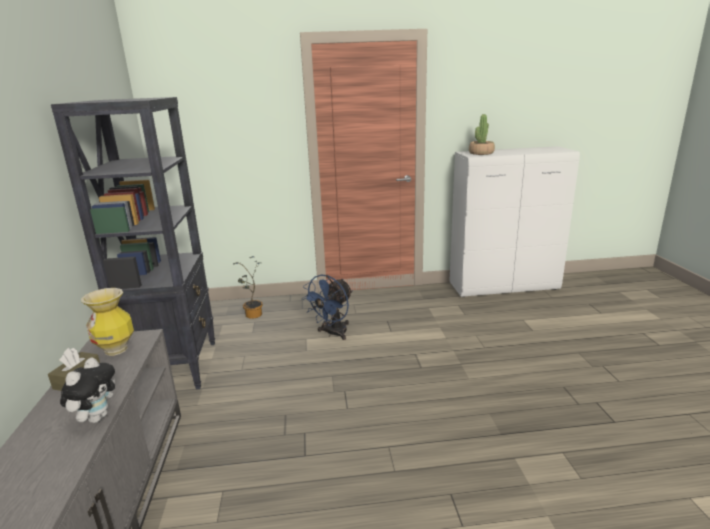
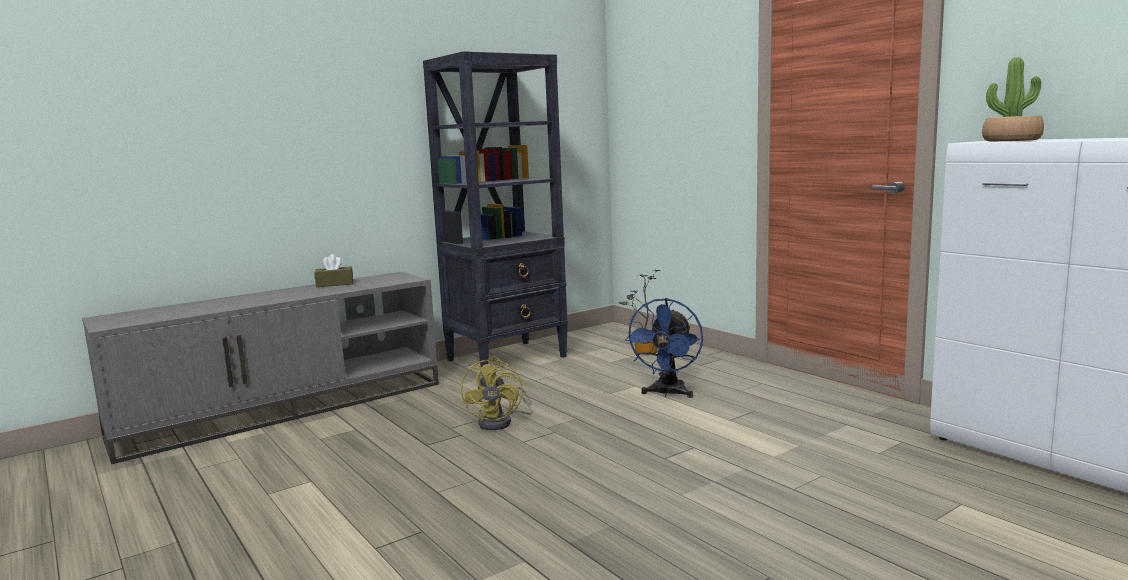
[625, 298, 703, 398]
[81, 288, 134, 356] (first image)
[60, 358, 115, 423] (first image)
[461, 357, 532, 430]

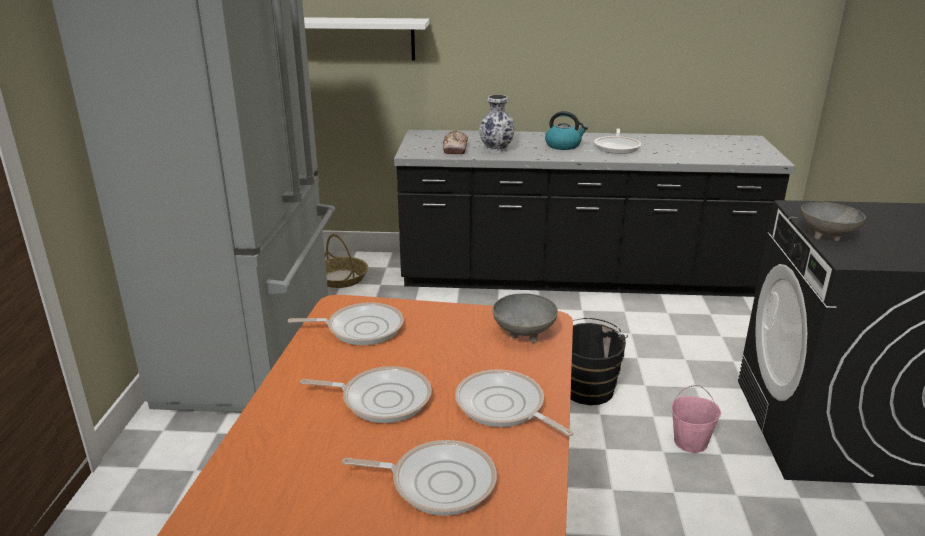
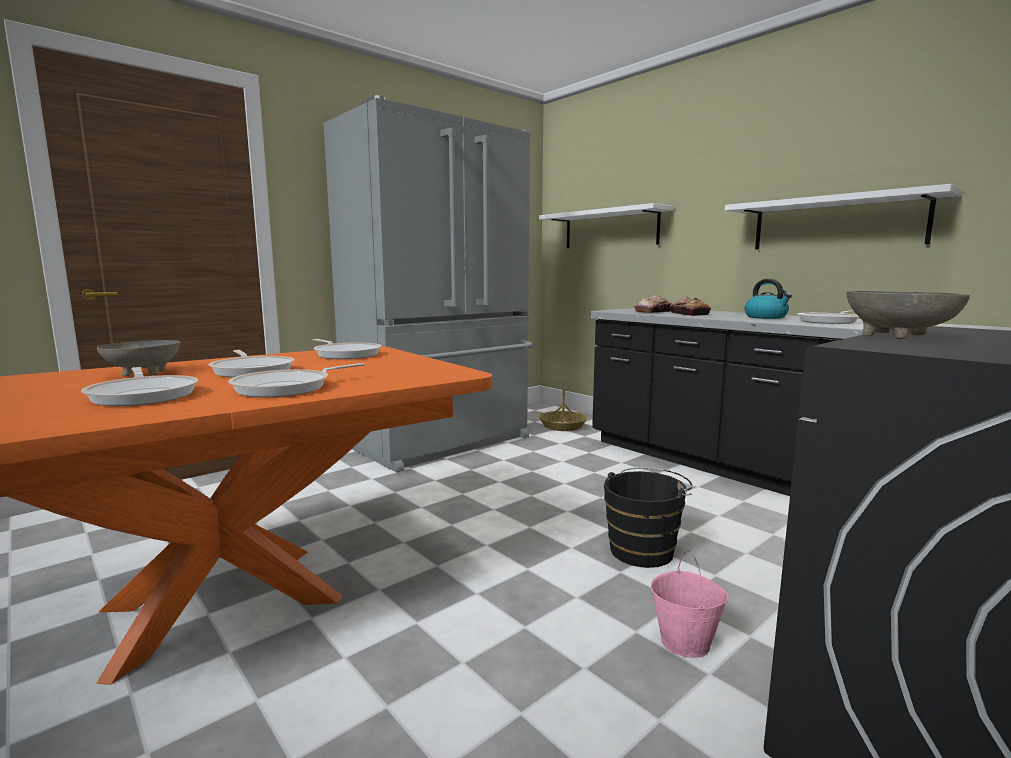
[669, 296, 711, 316]
[97, 340, 180, 376]
[228, 363, 365, 397]
[725, 184, 962, 249]

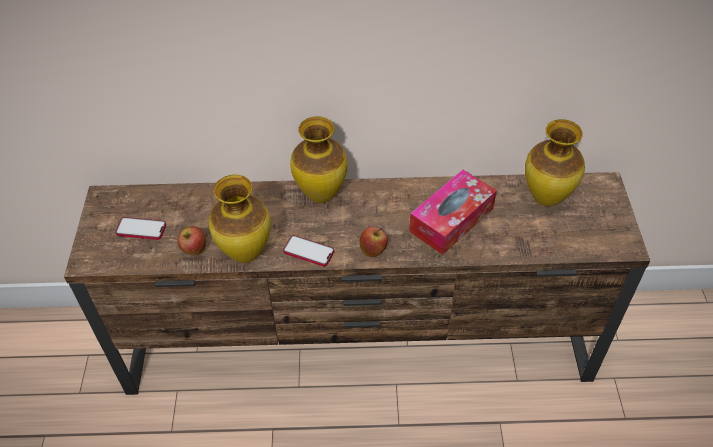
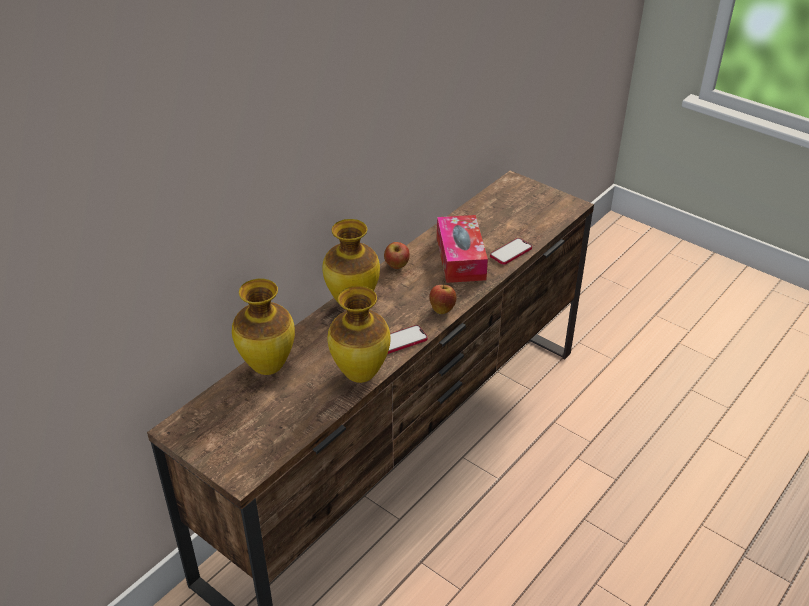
[232, 278, 295, 375]
[490, 238, 532, 265]
[384, 242, 410, 269]

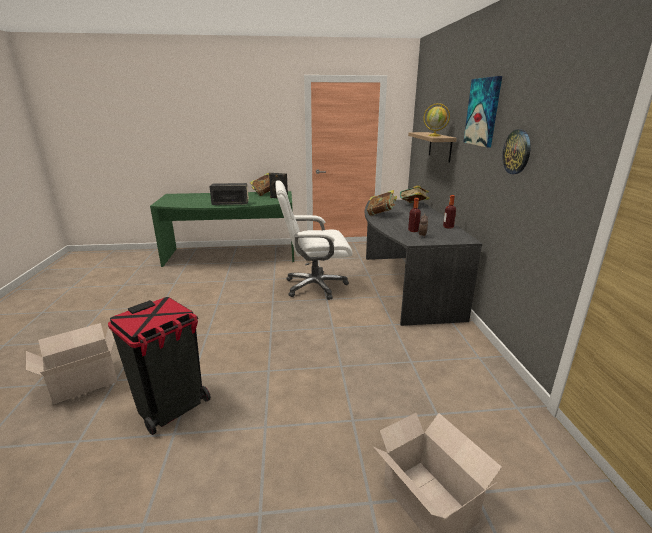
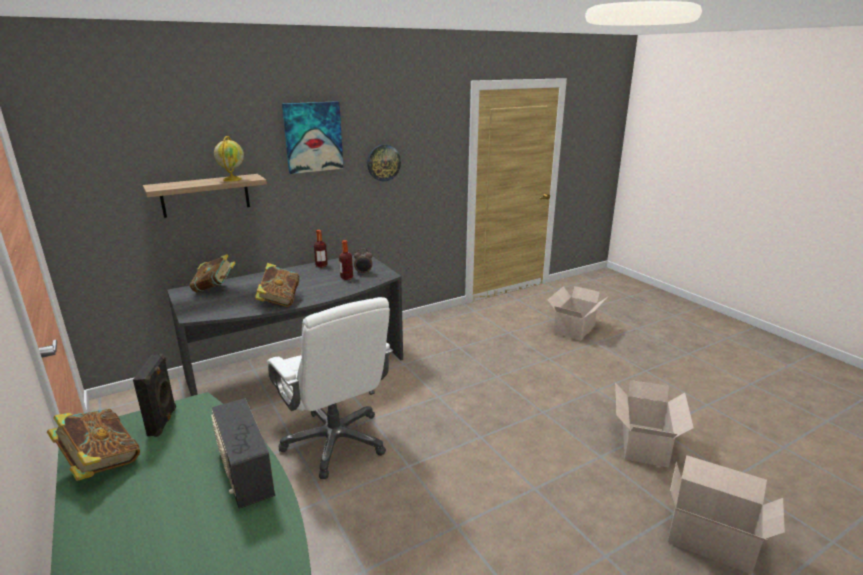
[615, 380, 694, 467]

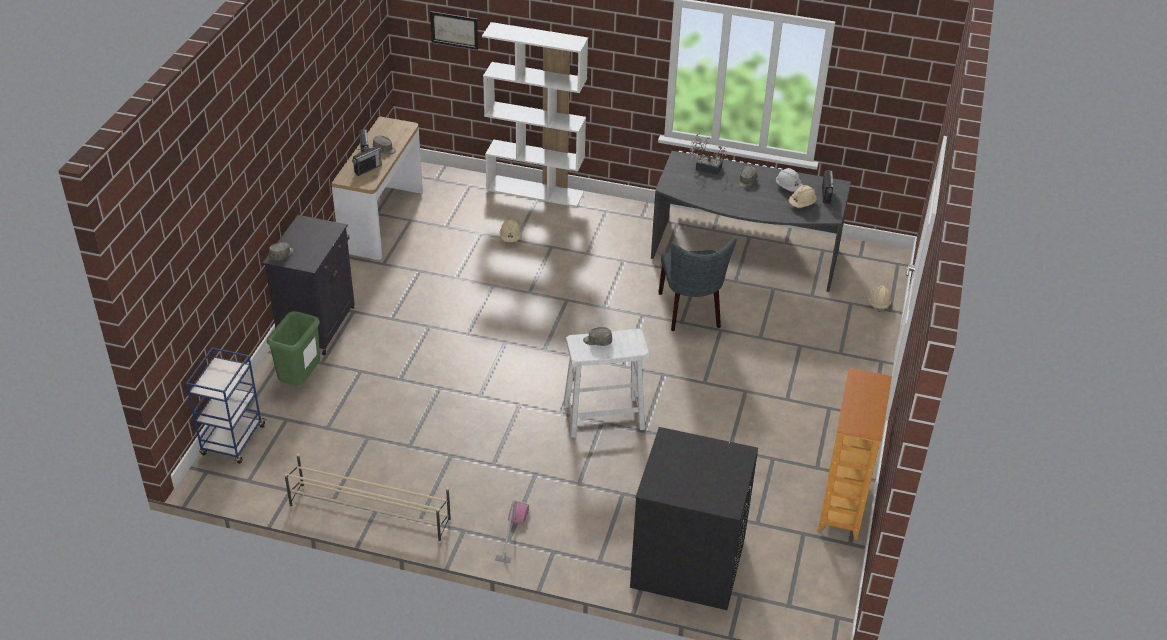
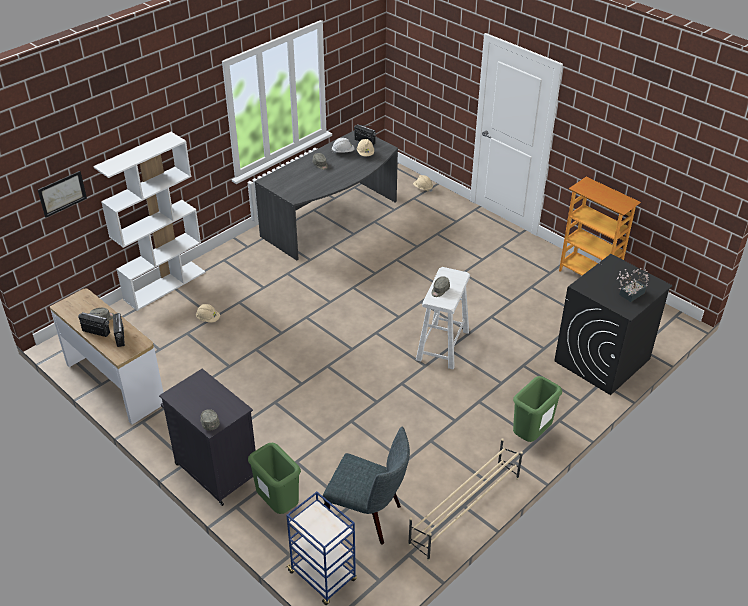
[617, 268, 649, 302]
[323, 427, 410, 544]
[513, 376, 562, 442]

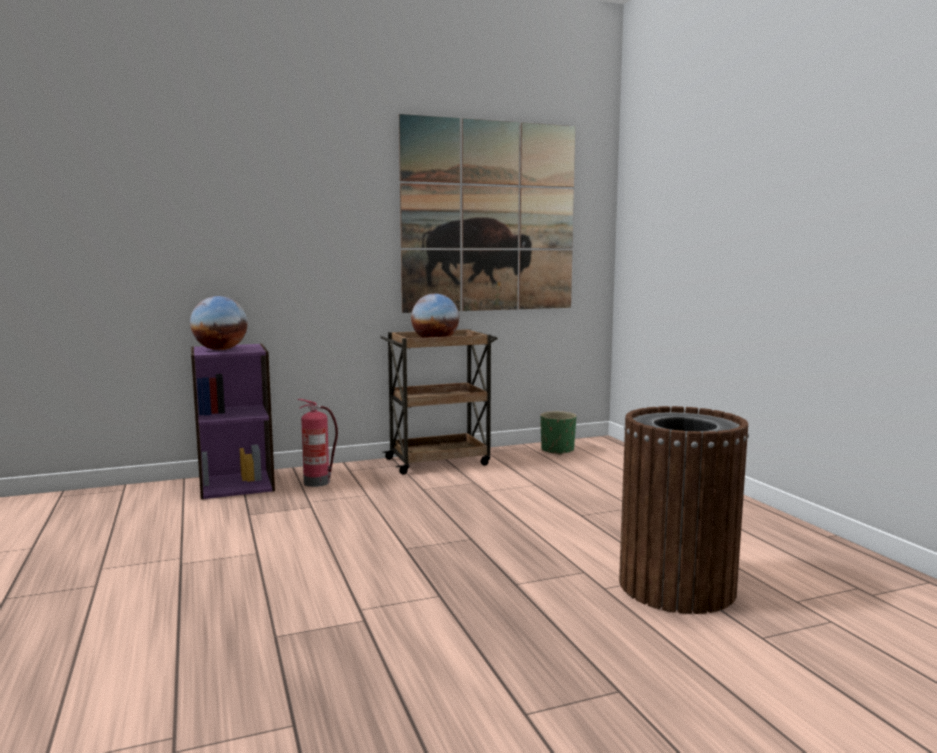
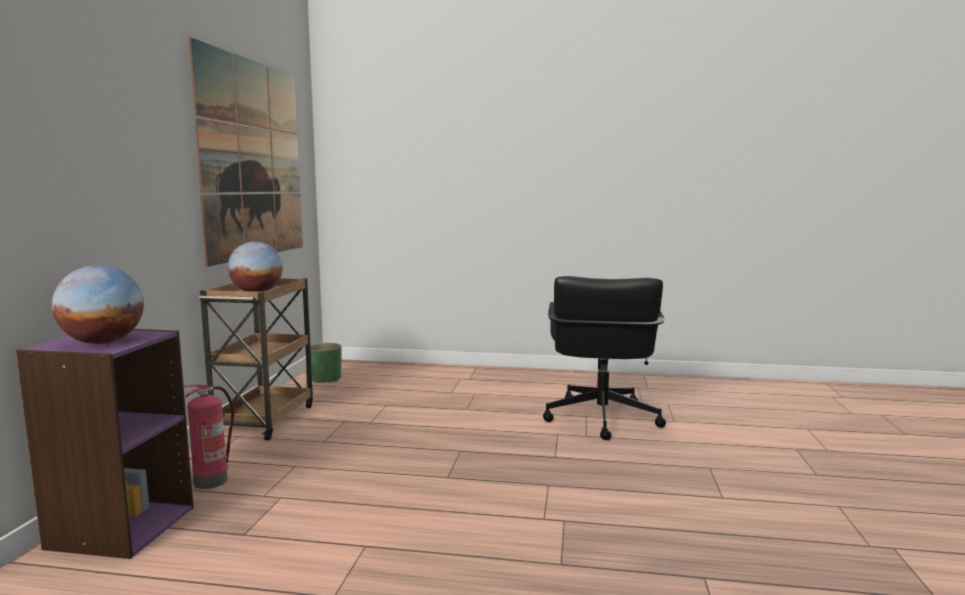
[543, 276, 666, 440]

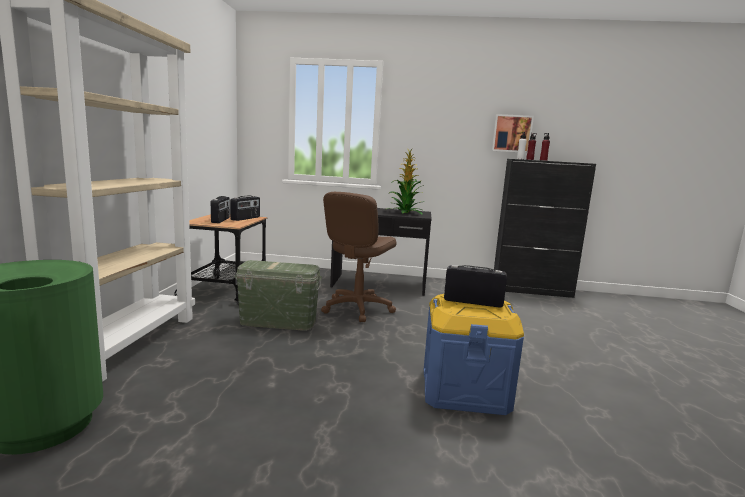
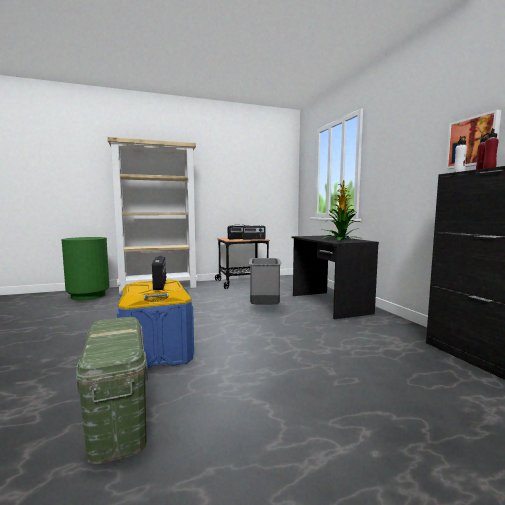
[249, 258, 281, 304]
[76, 317, 148, 465]

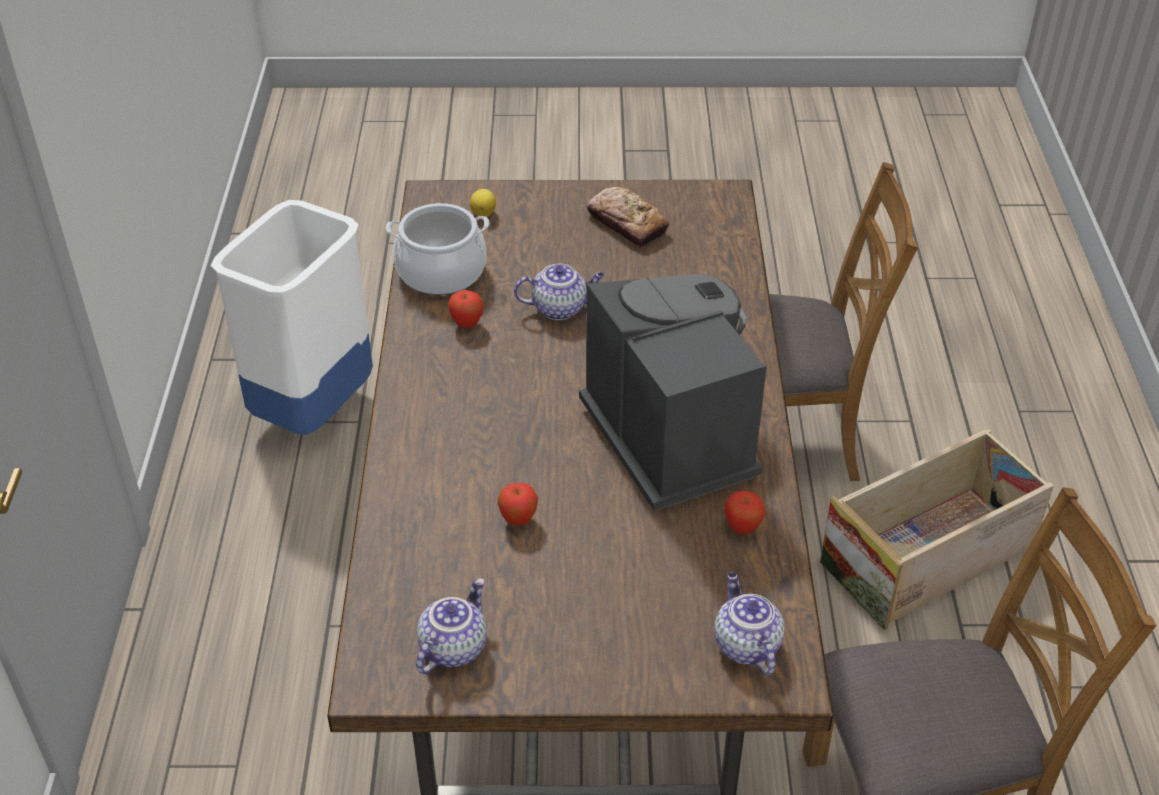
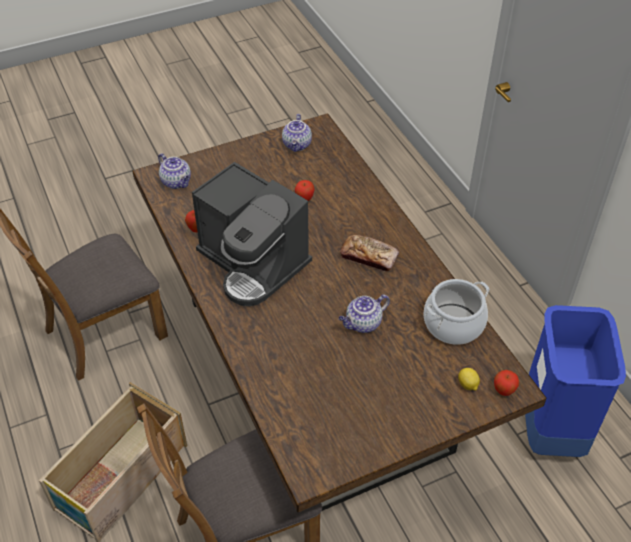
[340, 235, 399, 272]
[525, 305, 626, 457]
[494, 370, 519, 396]

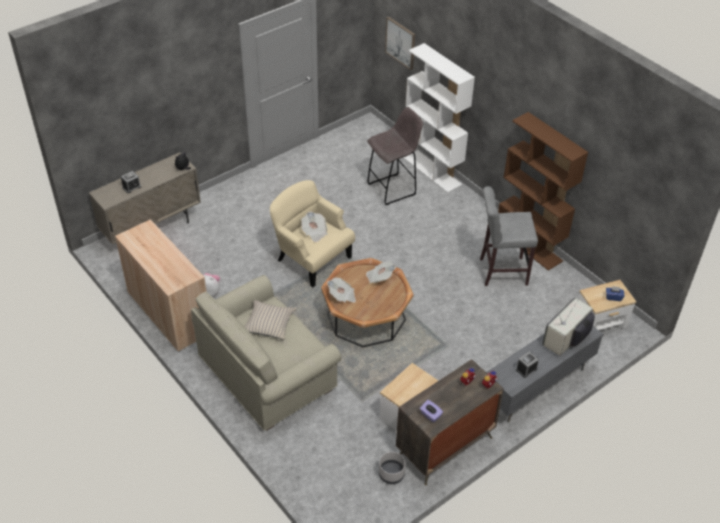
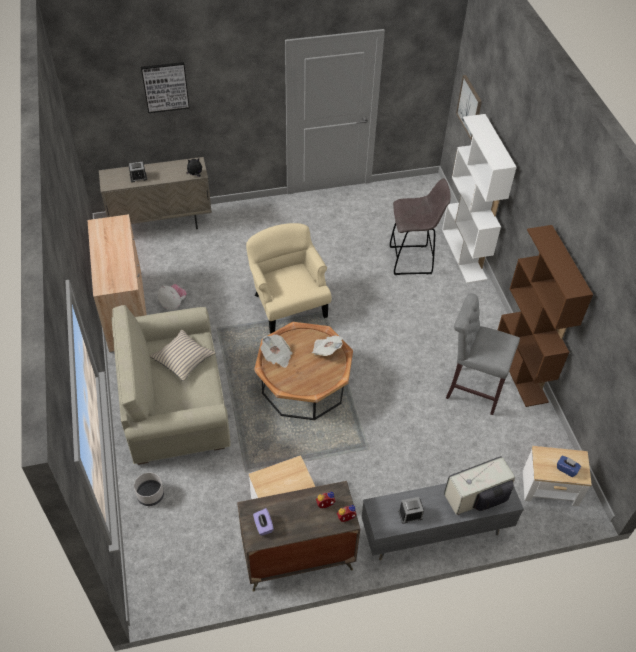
[301, 211, 328, 242] (first image)
[134, 472, 164, 506]
[141, 62, 190, 113]

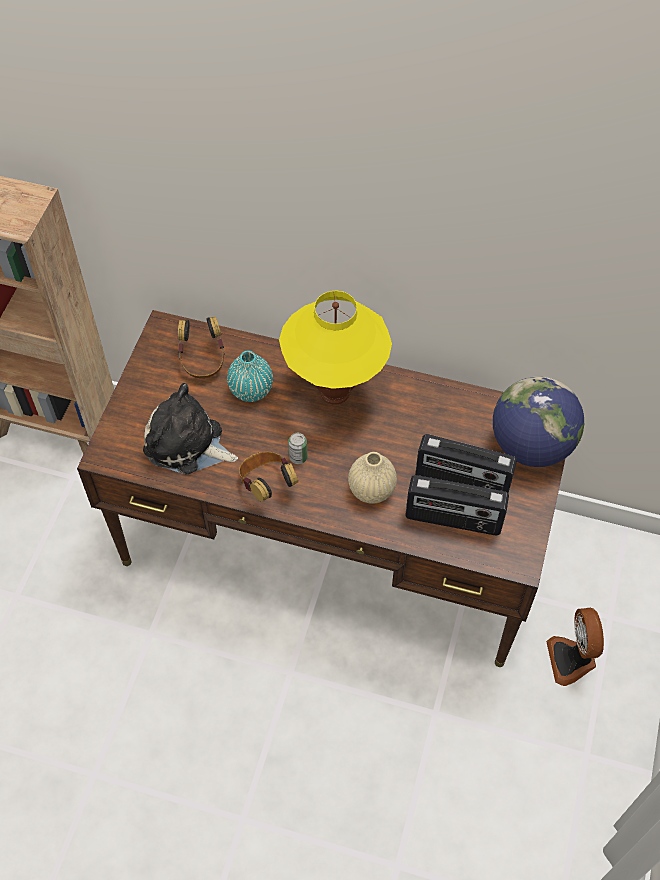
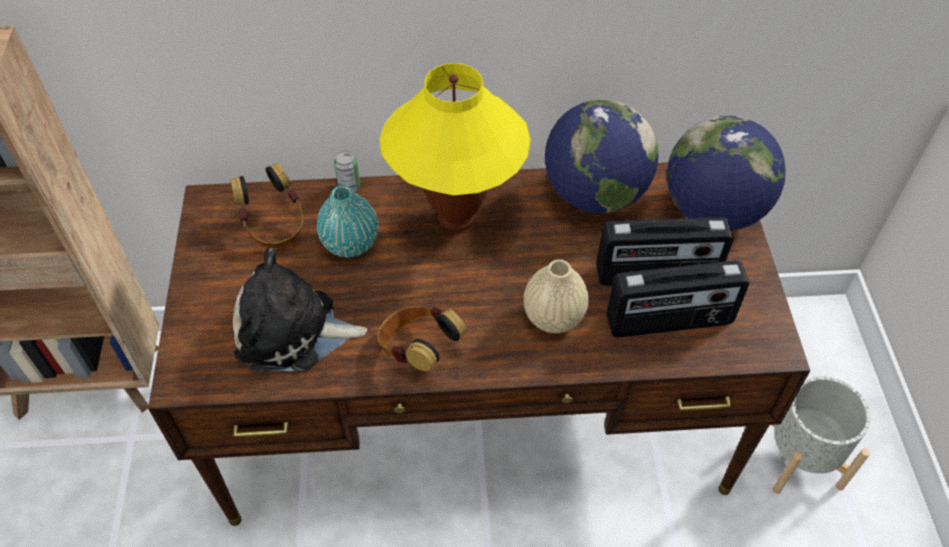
[334, 151, 360, 192]
[772, 376, 871, 494]
[545, 99, 659, 213]

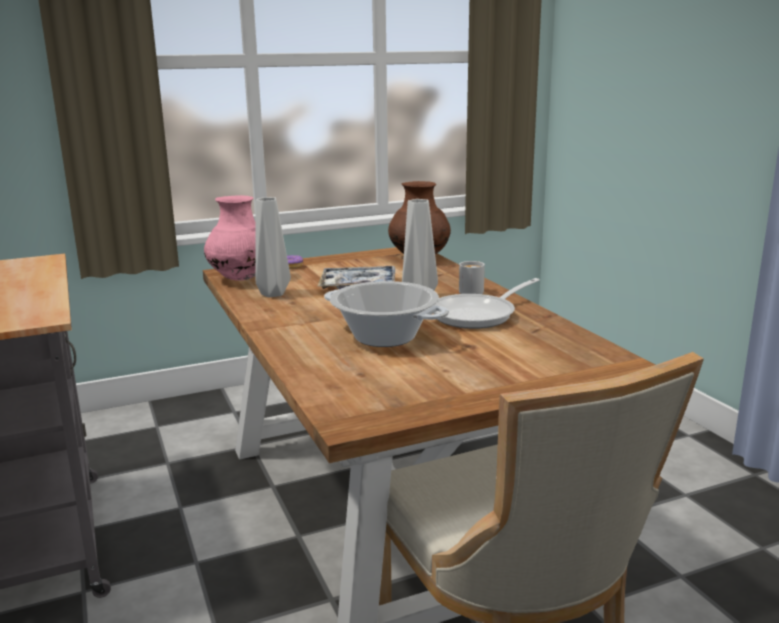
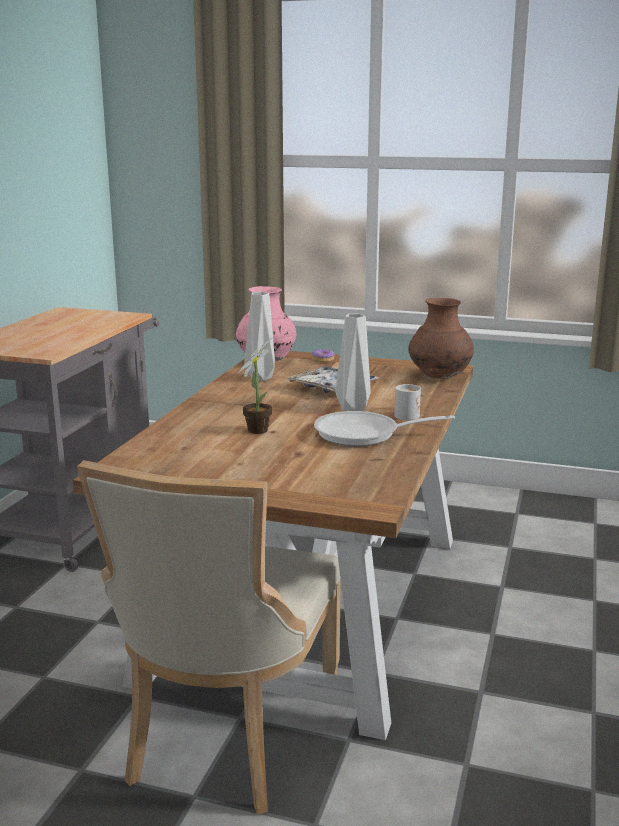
[238, 338, 273, 434]

